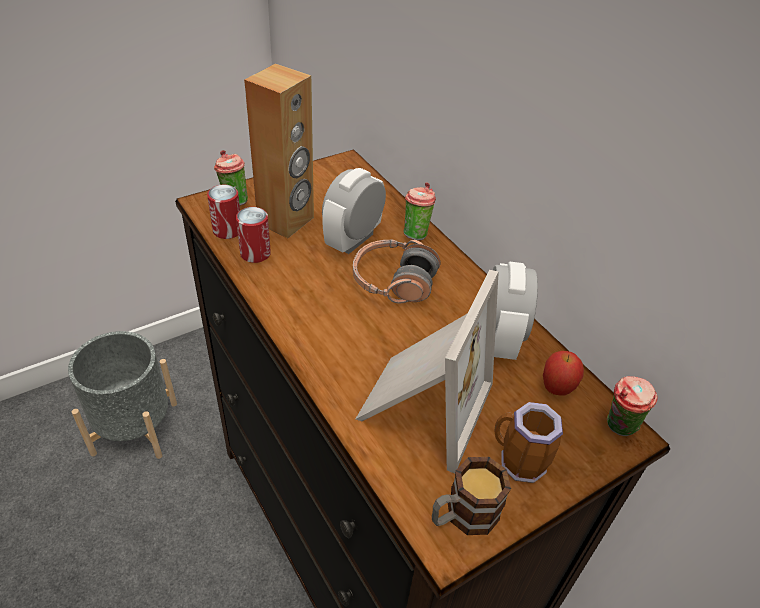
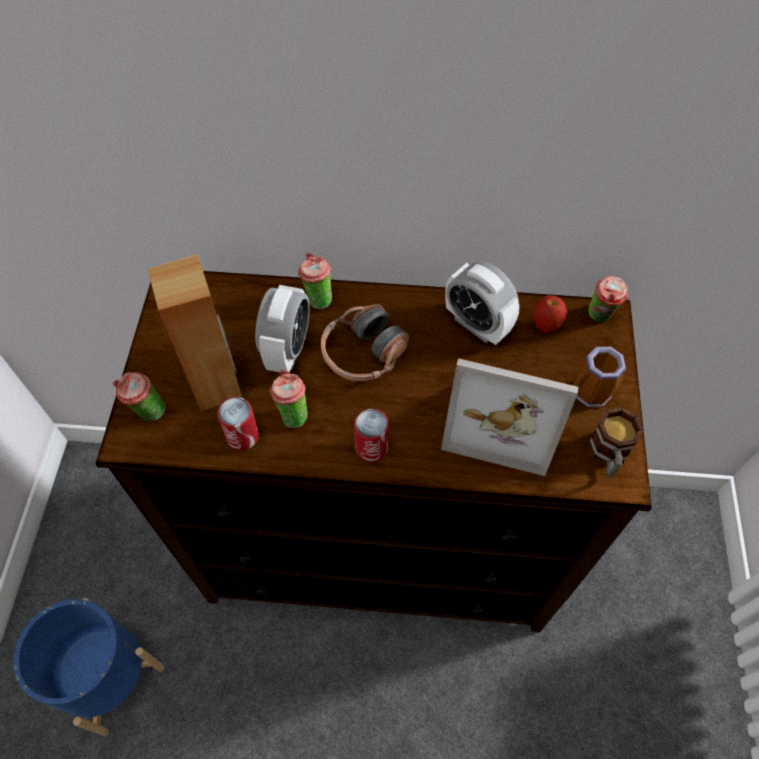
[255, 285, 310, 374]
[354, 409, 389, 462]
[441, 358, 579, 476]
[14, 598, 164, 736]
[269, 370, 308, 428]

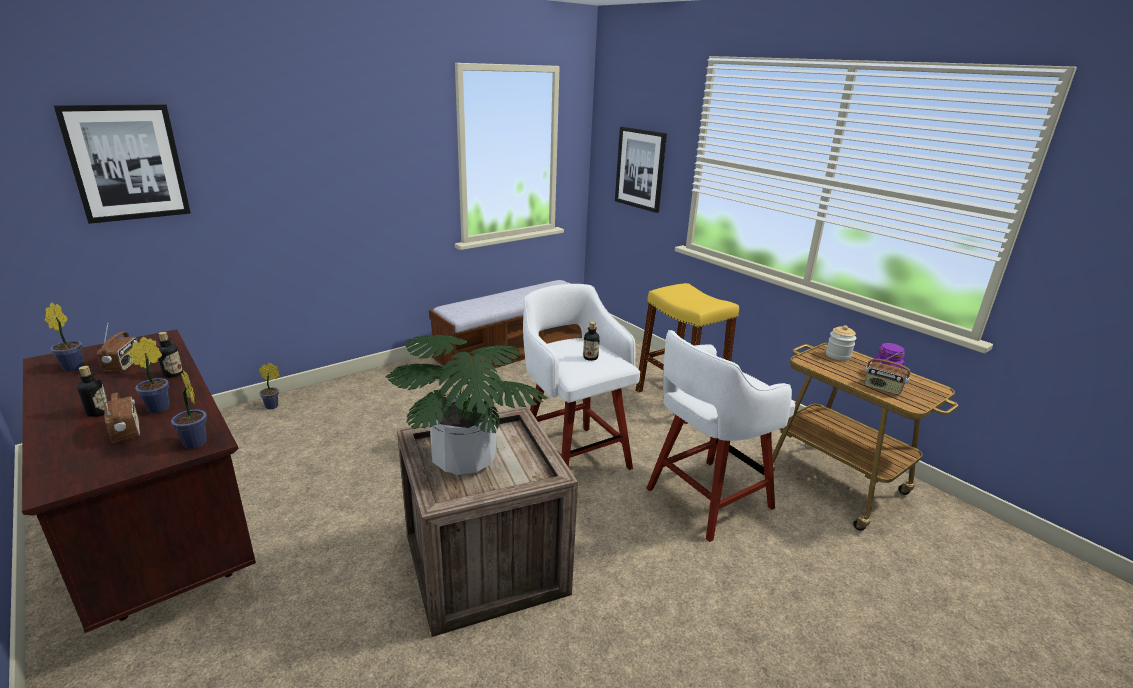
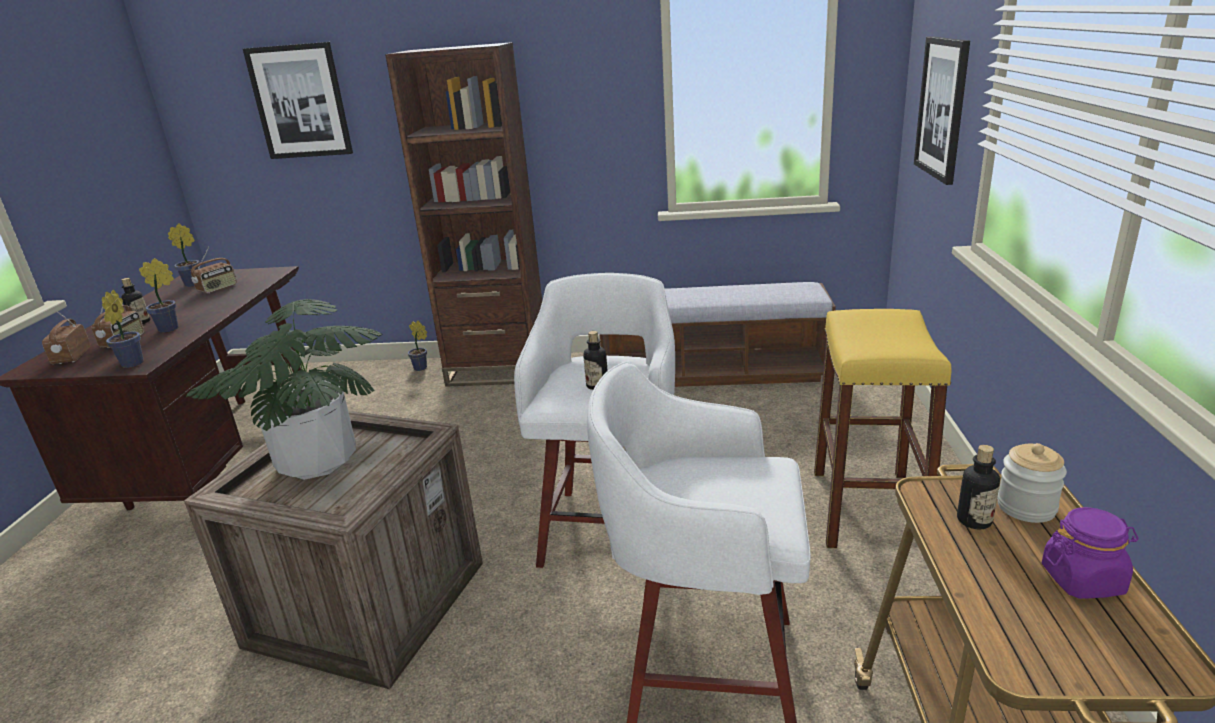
[957, 445, 1000, 529]
[42, 311, 90, 364]
[385, 42, 542, 387]

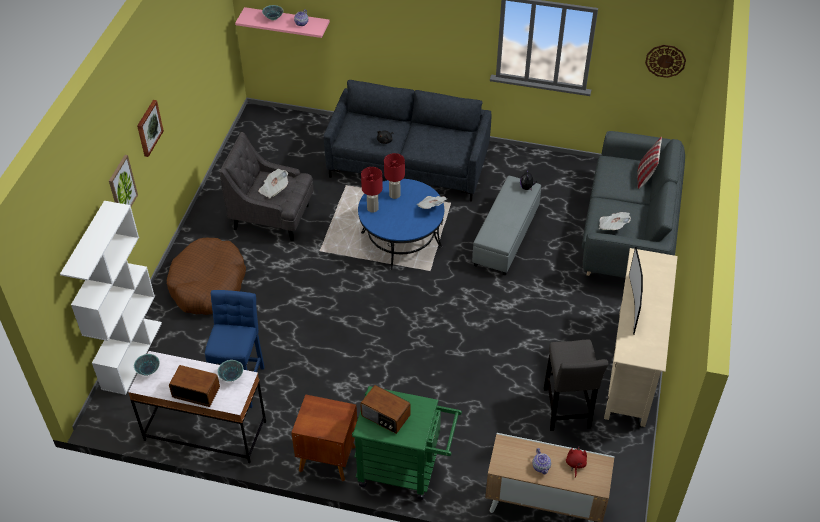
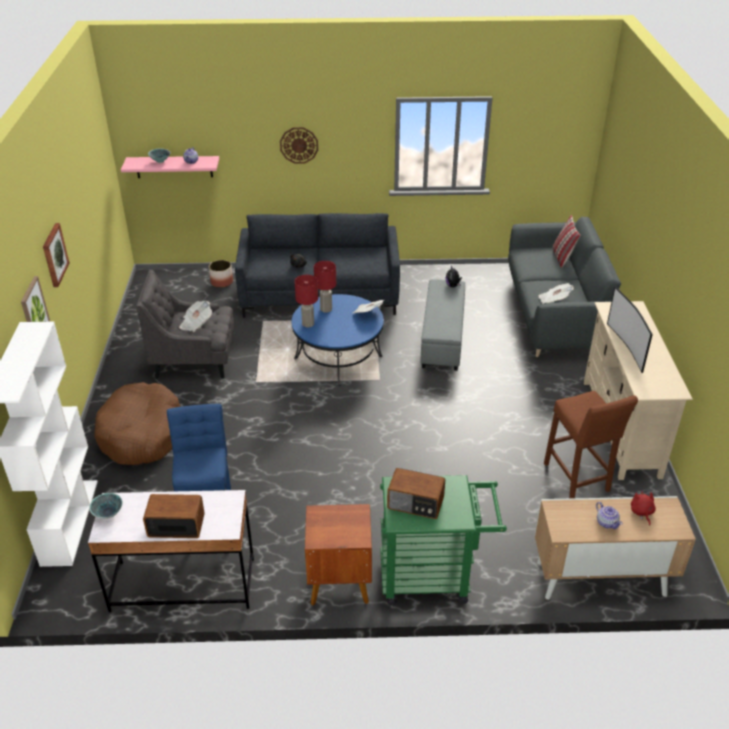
[280, 127, 318, 164]
[544, 391, 638, 499]
[217, 360, 243, 382] (first image)
[209, 260, 233, 288]

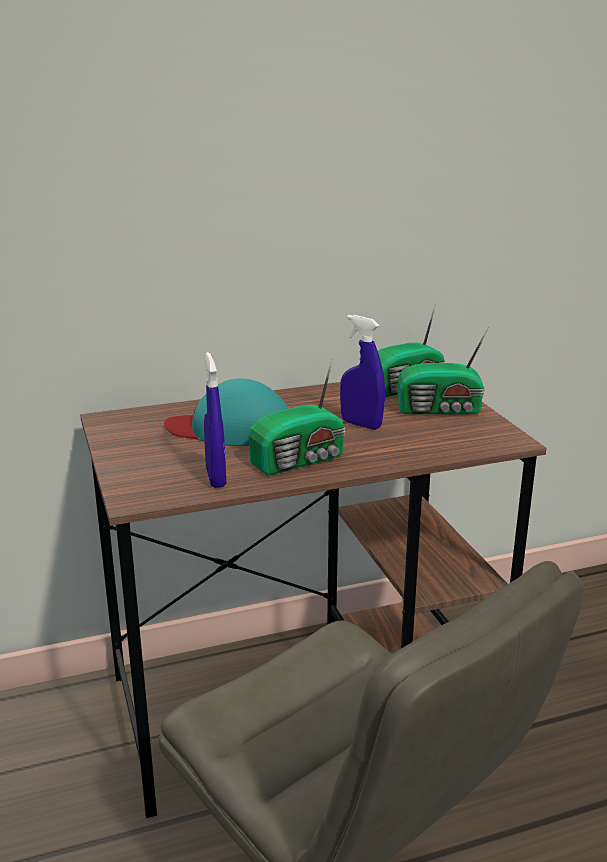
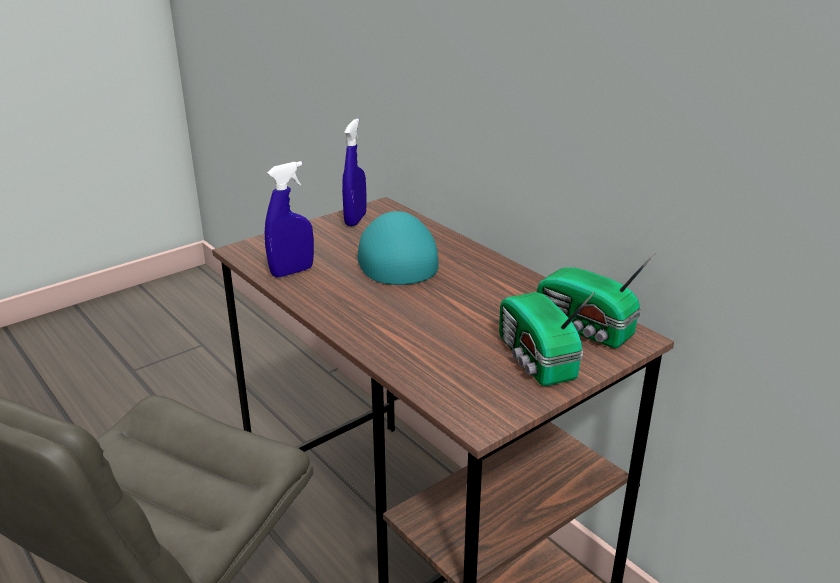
[342, 118, 367, 226]
[249, 360, 346, 475] (first image)

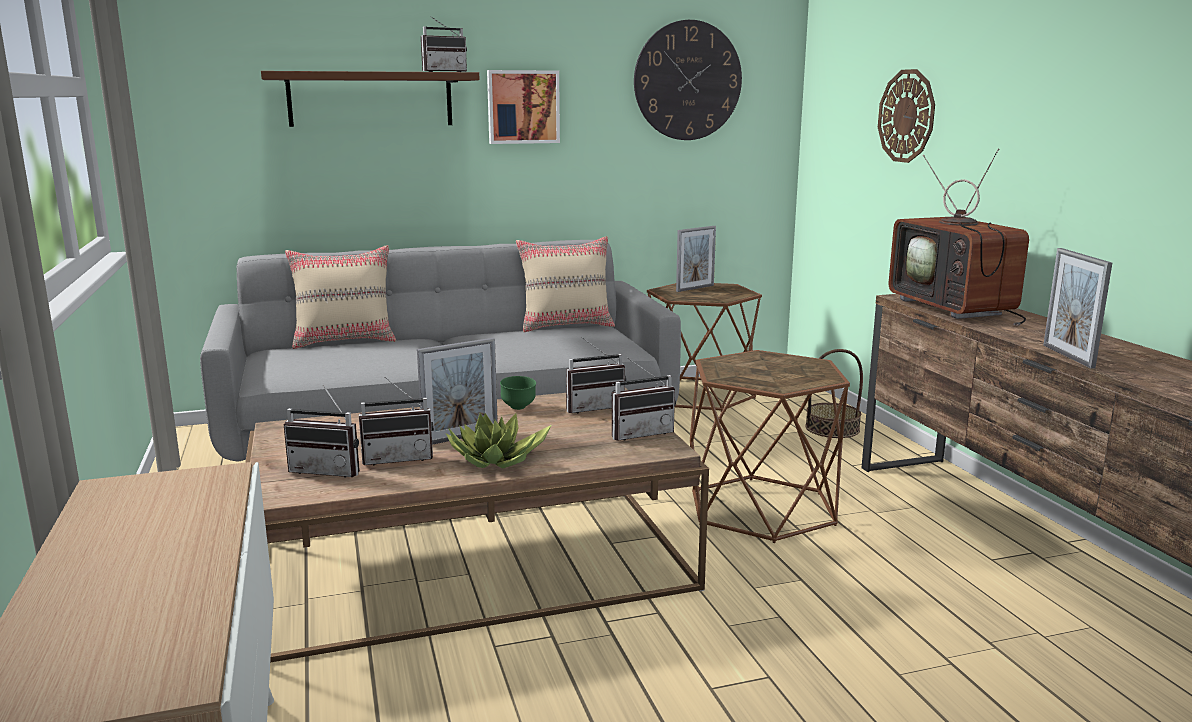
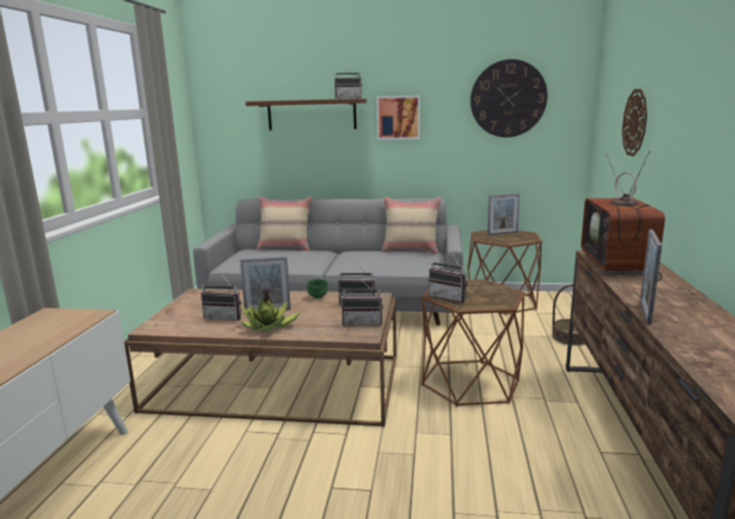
[429, 252, 467, 302]

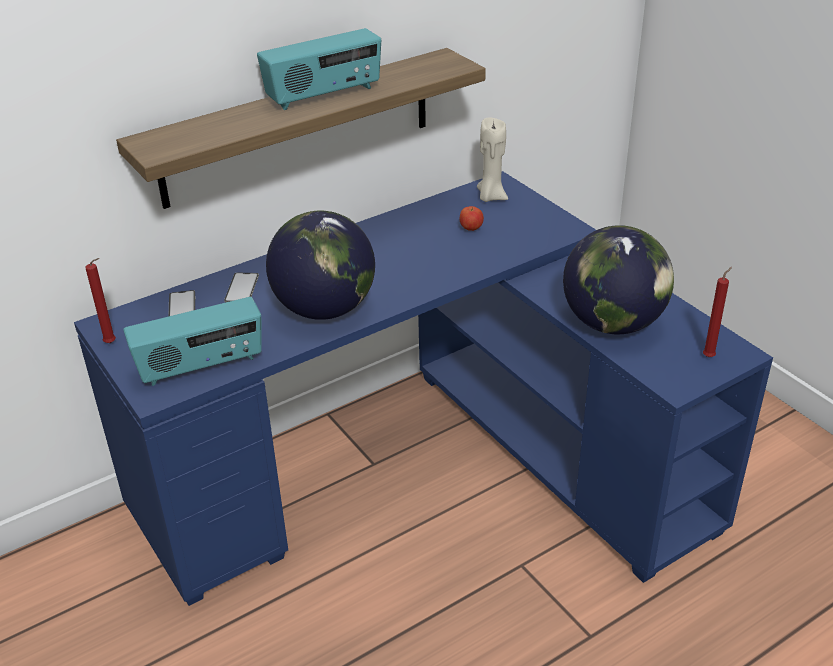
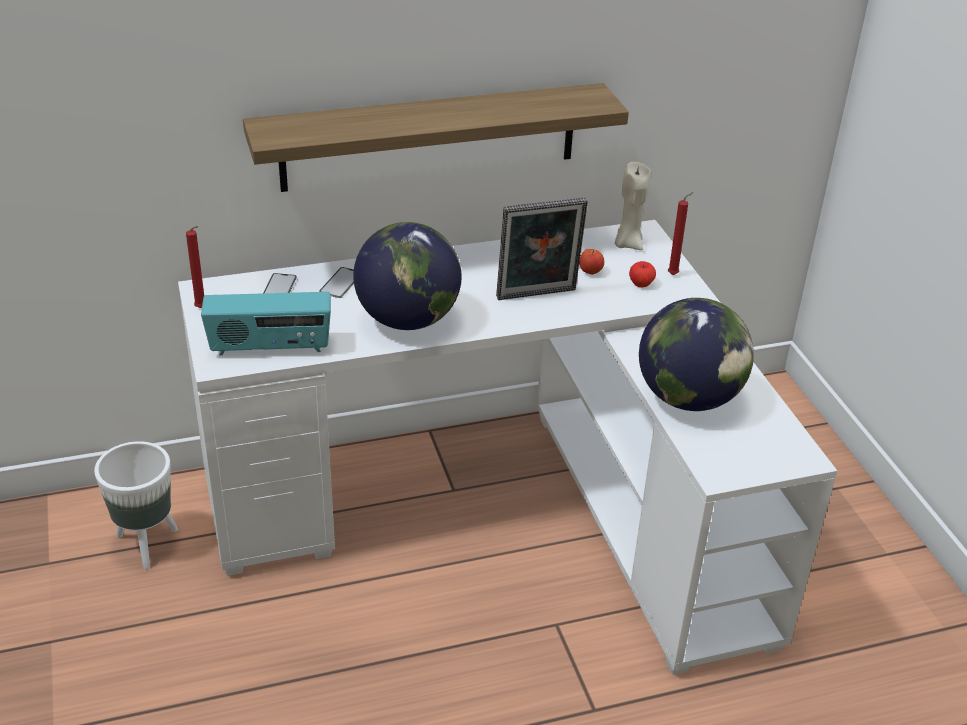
[257, 28, 381, 110] (first image)
[178, 220, 837, 675]
[668, 192, 693, 275]
[496, 198, 588, 300]
[629, 261, 656, 287]
[94, 441, 178, 569]

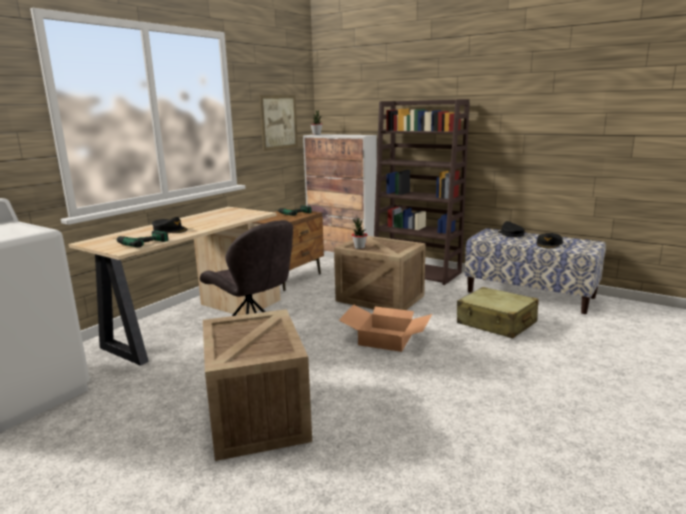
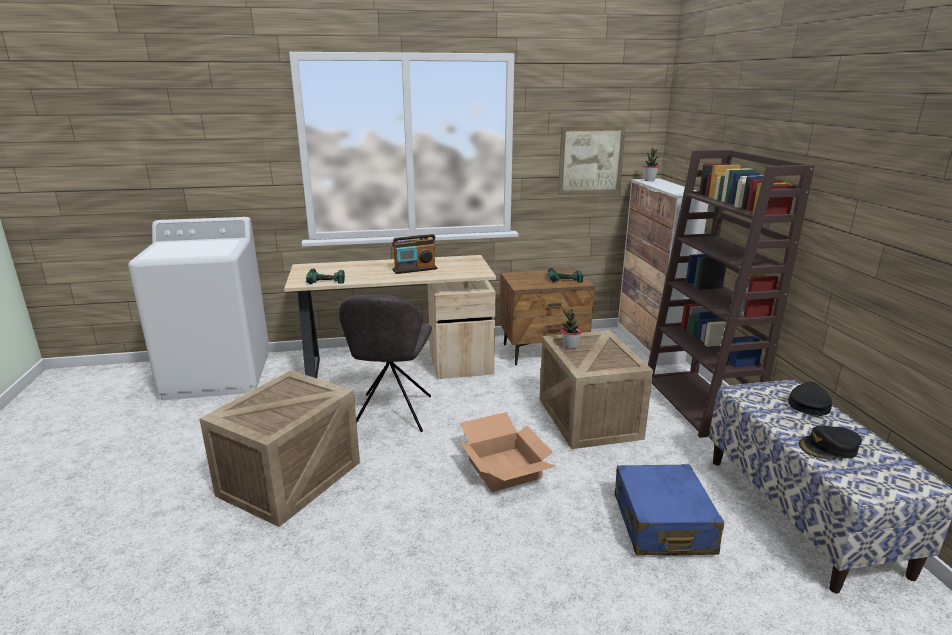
[152, 217, 188, 233] (first image)
[615, 464, 725, 555]
[392, 234, 437, 274]

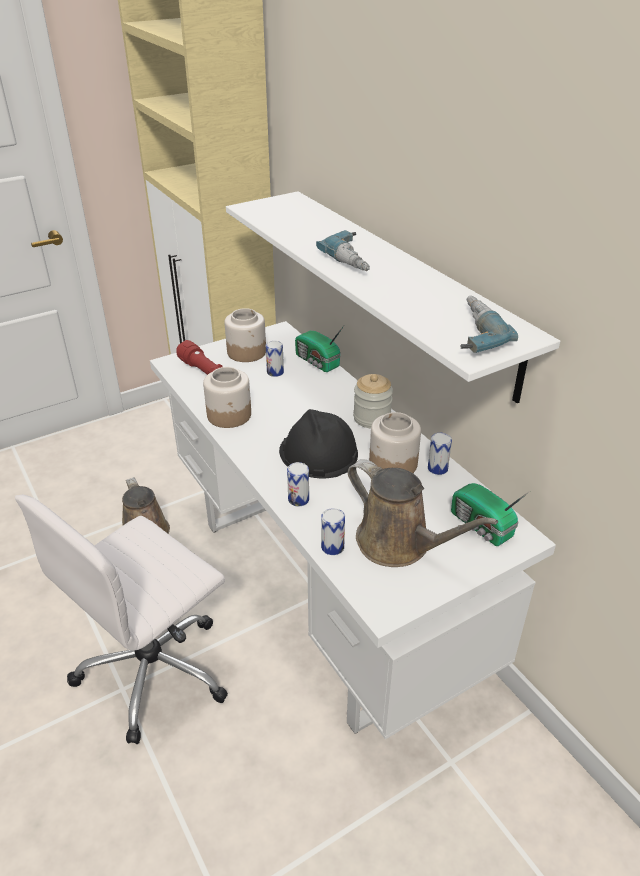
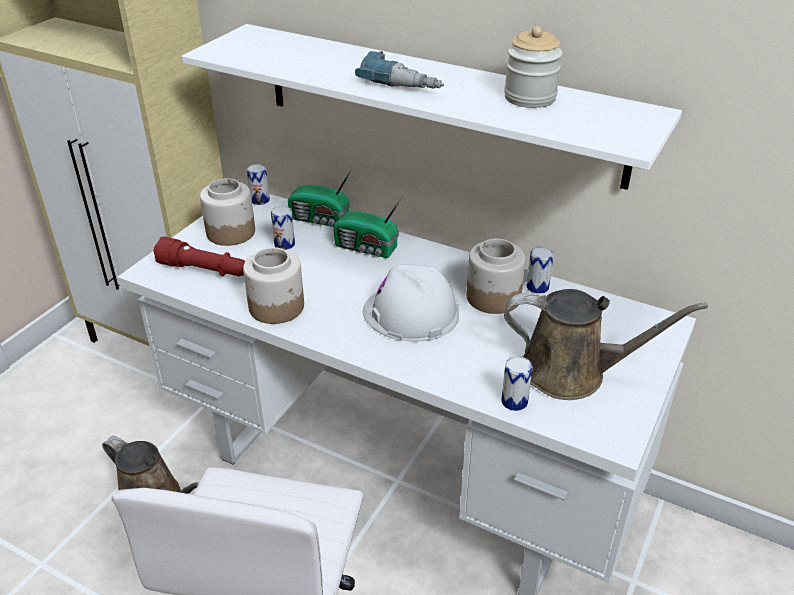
[461, 295, 518, 353] (first image)
[504, 26, 563, 108]
[363, 264, 459, 341]
[247, 164, 270, 205]
[333, 196, 403, 258]

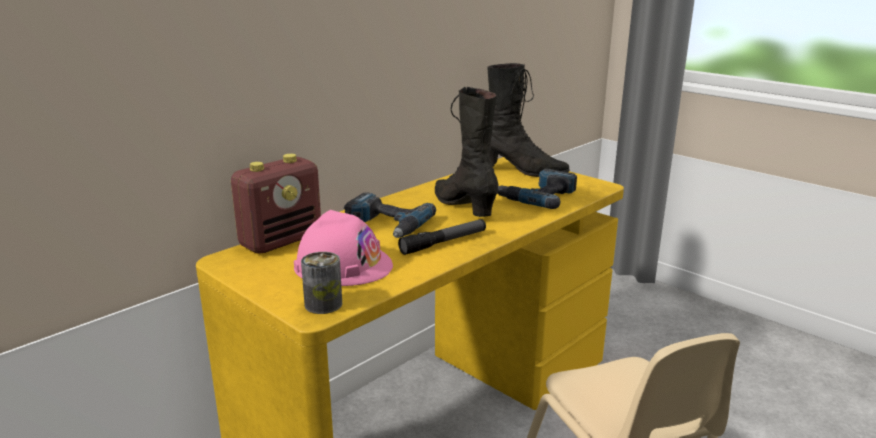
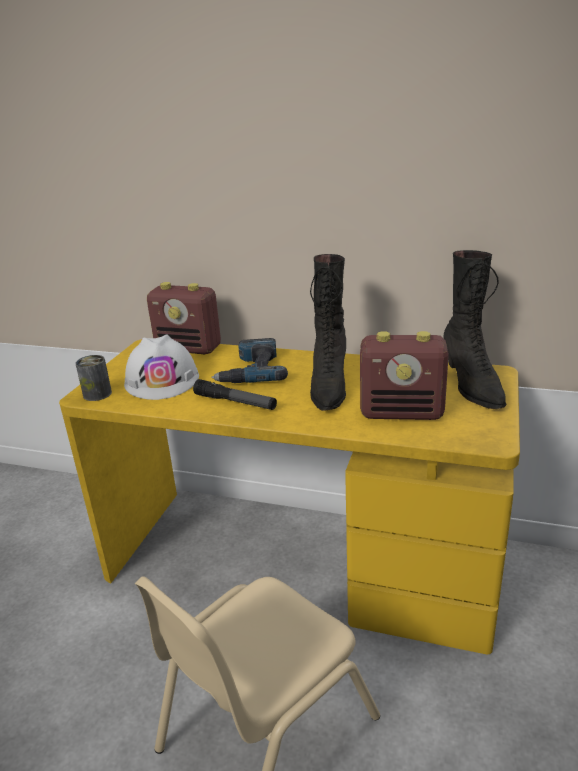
[310, 254, 346, 411]
[360, 331, 449, 420]
[124, 334, 199, 400]

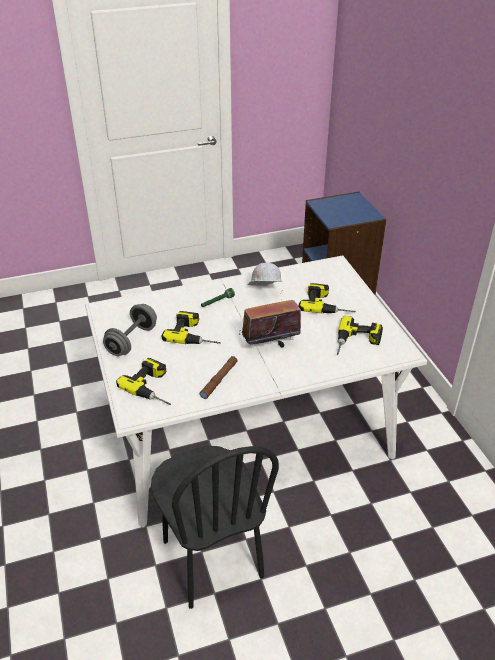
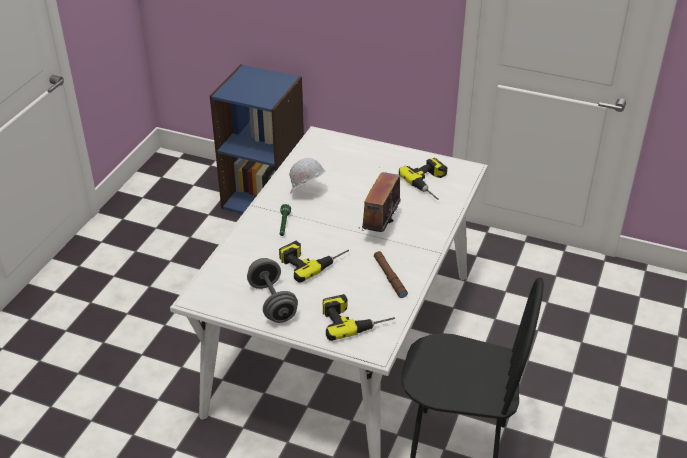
[299, 283, 356, 313] (first image)

